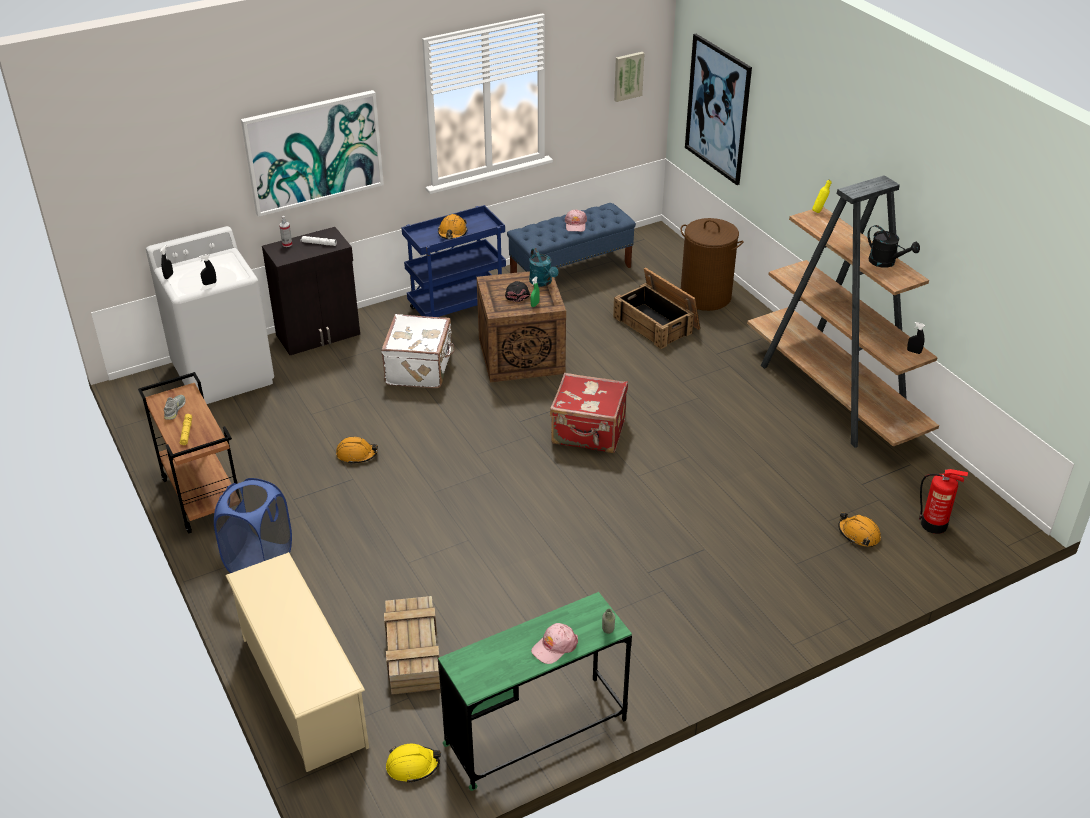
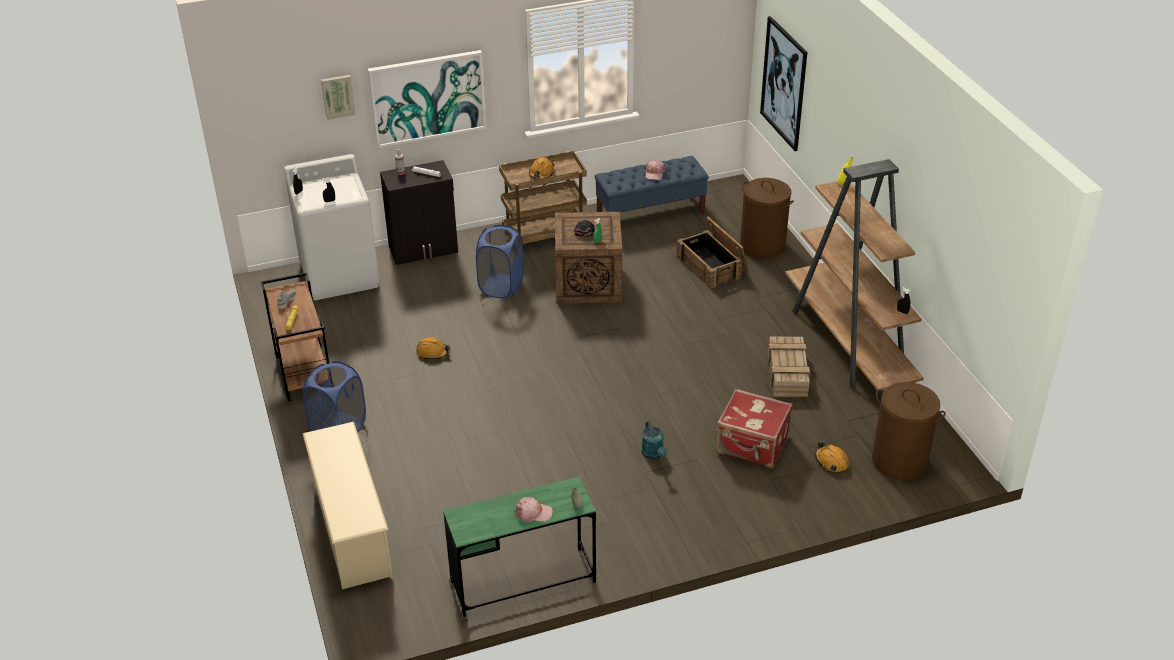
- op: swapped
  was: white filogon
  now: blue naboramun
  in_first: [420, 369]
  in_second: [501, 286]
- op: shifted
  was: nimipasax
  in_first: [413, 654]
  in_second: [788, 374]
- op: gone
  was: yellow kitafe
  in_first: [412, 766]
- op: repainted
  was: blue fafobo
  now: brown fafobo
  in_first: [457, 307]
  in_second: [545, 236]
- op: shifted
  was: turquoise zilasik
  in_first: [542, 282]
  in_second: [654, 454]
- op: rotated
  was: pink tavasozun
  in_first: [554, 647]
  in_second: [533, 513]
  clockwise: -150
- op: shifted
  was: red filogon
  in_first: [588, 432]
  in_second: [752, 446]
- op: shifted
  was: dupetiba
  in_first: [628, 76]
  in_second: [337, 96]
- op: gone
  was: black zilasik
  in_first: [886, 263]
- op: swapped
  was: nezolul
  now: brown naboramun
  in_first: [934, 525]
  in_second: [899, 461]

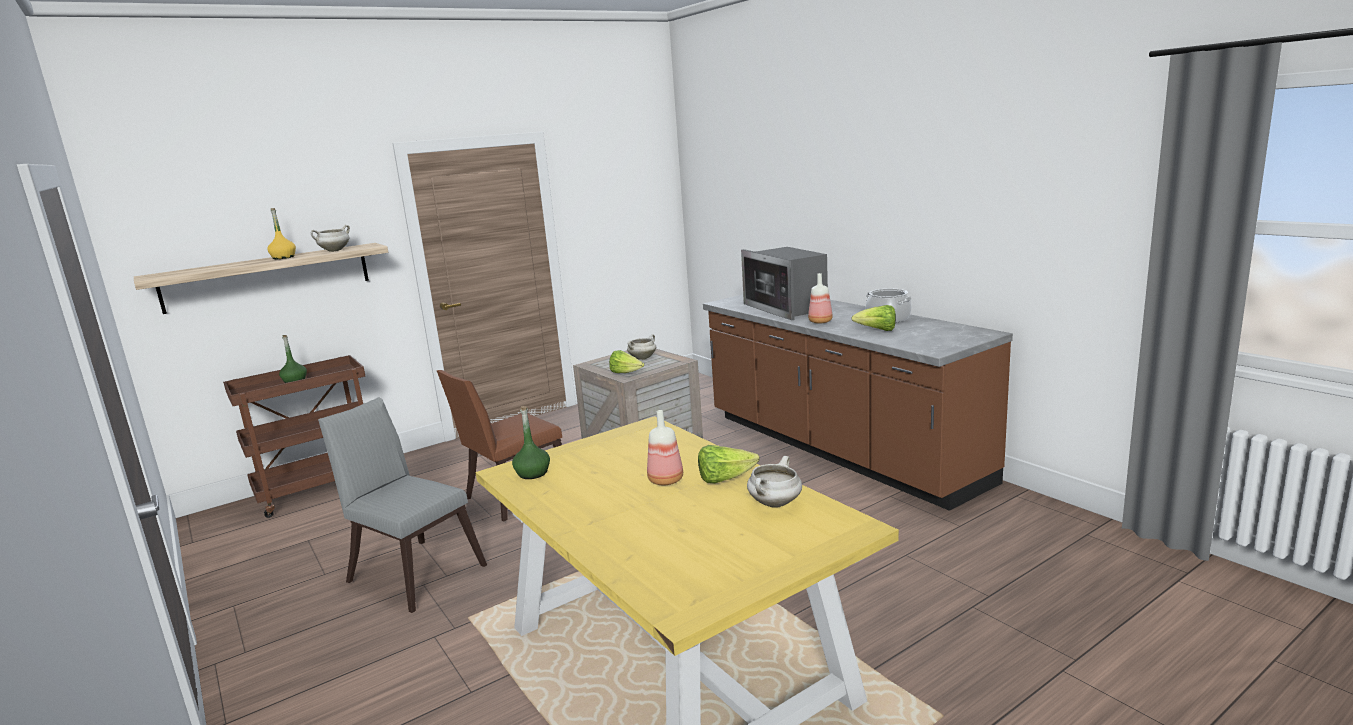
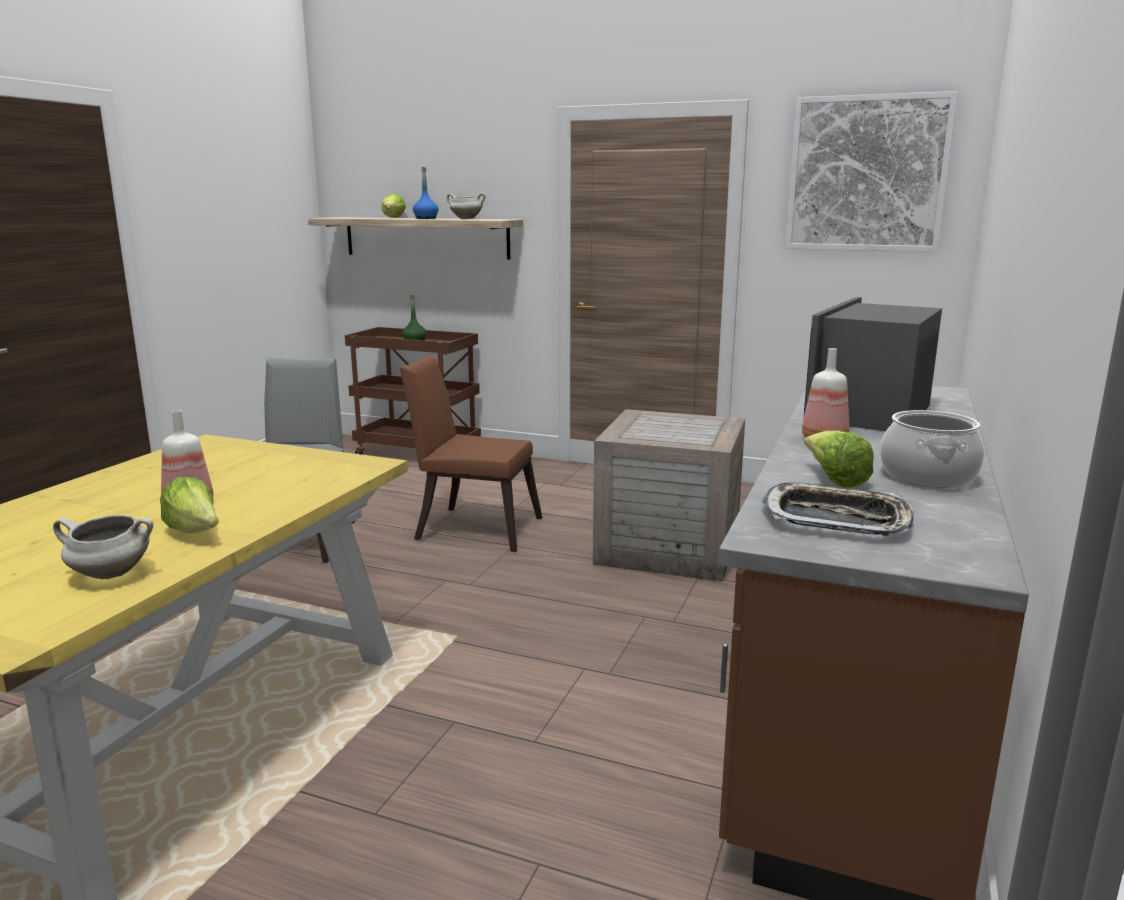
- op: repainted
  was: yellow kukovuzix
  now: blue kukovuzix
  in_first: [283, 257]
  in_second: [426, 218]
- op: gone
  was: green kukovuzix
  in_first: [533, 473]
- op: shifted
  was: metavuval
  in_first: [626, 373]
  in_second: [393, 218]
- op: gone
  was: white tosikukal
  in_first: [642, 358]
- op: new
  now: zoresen
  in_second: [836, 519]
- op: new
  now: dupetiba
  in_second: [867, 174]

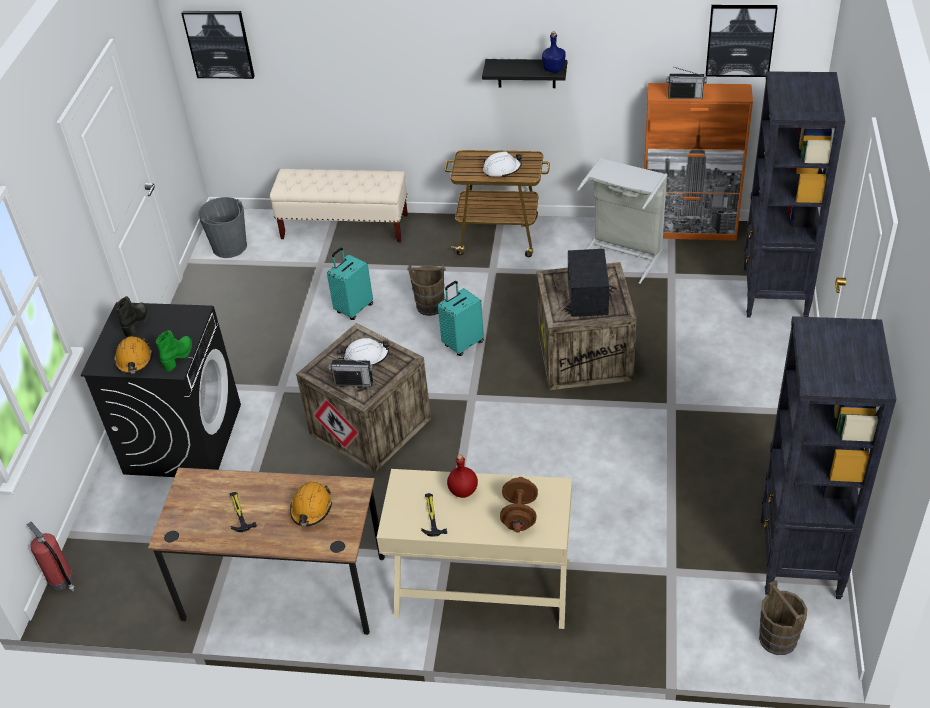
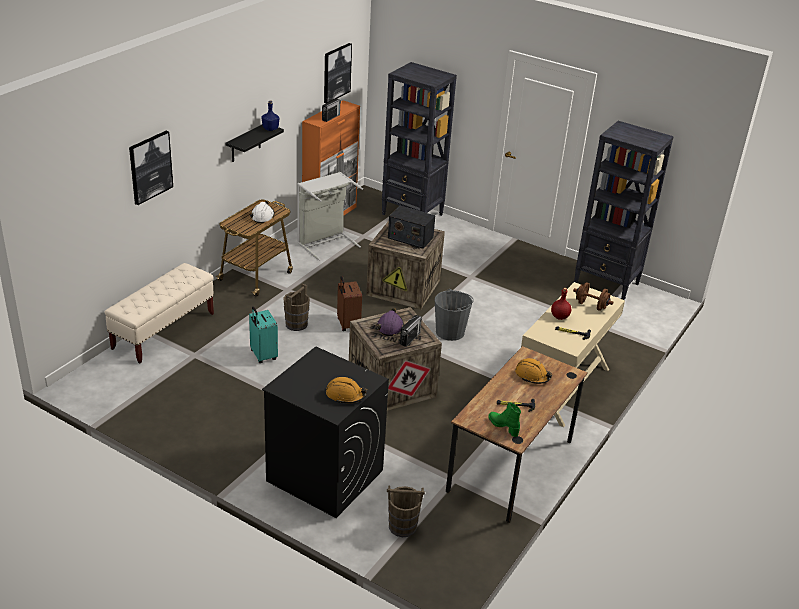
- op: gone
  was: nezolul
  in_first: [61, 580]
- op: gone
  was: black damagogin
  in_first: [136, 323]
- op: shifted
  was: green damagogin
  in_first: [179, 356]
  in_second: [503, 426]
- op: shifted
  was: dupetiba
  in_first: [219, 44]
  in_second: [150, 167]
- op: shifted
  was: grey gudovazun
  in_first: [229, 247]
  in_second: [450, 332]
- op: repainted
  was: white kitafe
  now: purple kitafe
  in_first: [367, 357]
  in_second: [390, 327]
- op: repainted
  was: turquoise filogon
  now: brown filogon
  in_first: [462, 343]
  in_second: [347, 324]
- op: shifted
  was: brown gudovazun
  in_first: [777, 638]
  in_second: [402, 526]

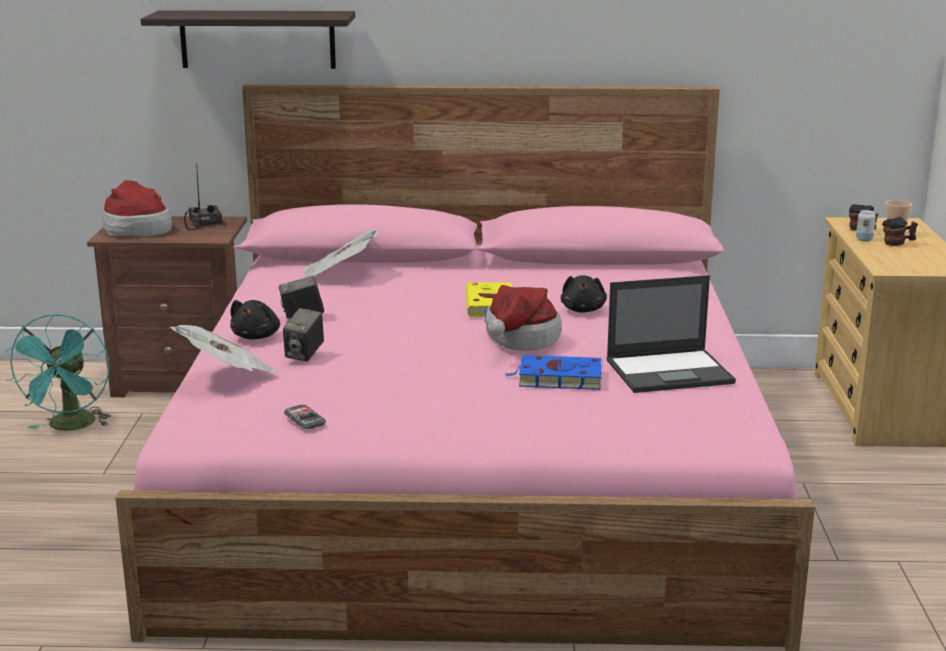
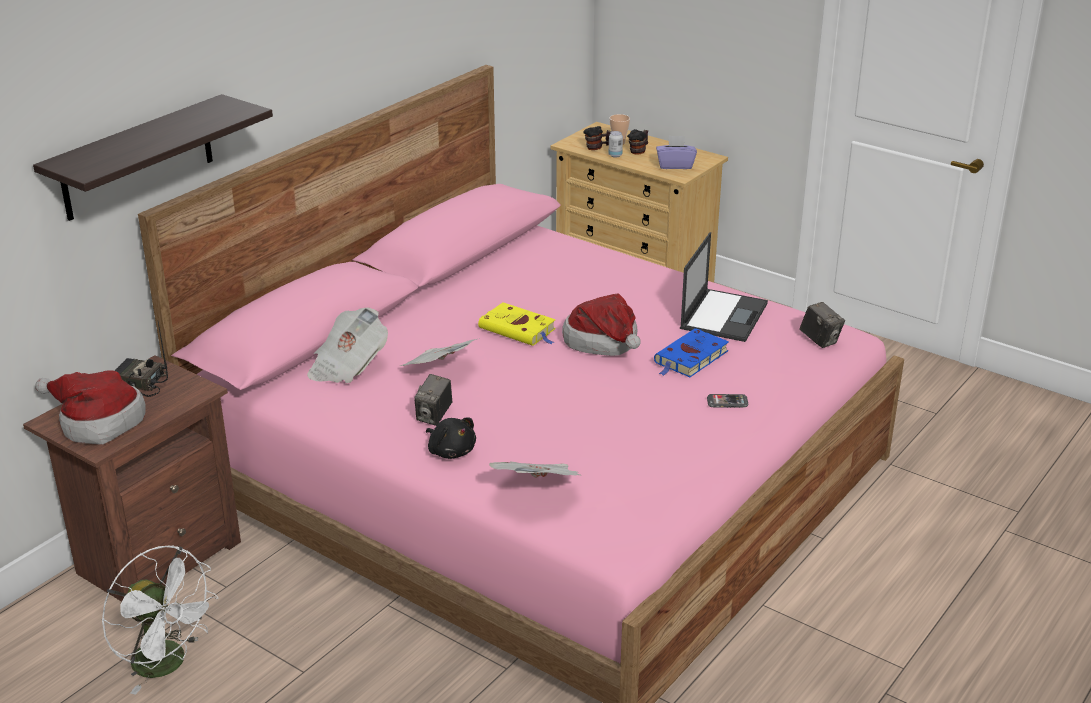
- op: repainted
  was: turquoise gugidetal
  now: white gugidetal
  in_first: [70, 427]
  in_second: [168, 664]
- op: shifted
  was: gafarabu
  in_first: [304, 355]
  in_second: [820, 340]
- op: shifted
  was: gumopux
  in_first: [304, 419]
  in_second: [727, 402]
- op: gone
  was: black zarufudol
  in_first: [583, 310]
- op: new
  now: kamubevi
  in_second: [439, 371]
- op: new
  now: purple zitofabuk
  in_second: [675, 165]

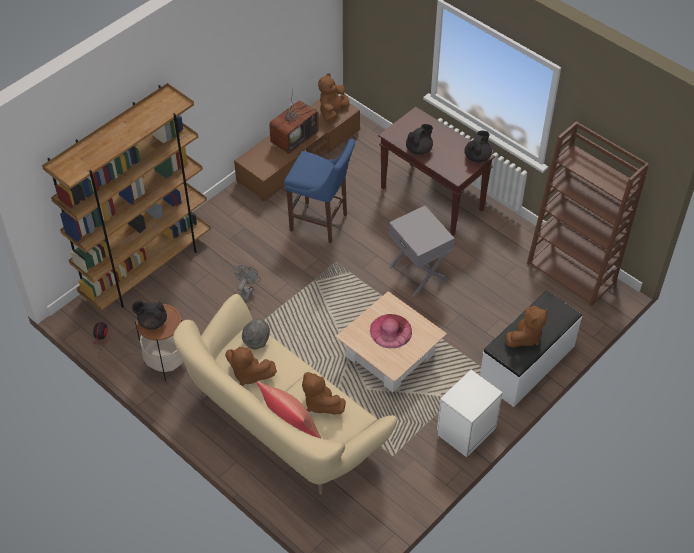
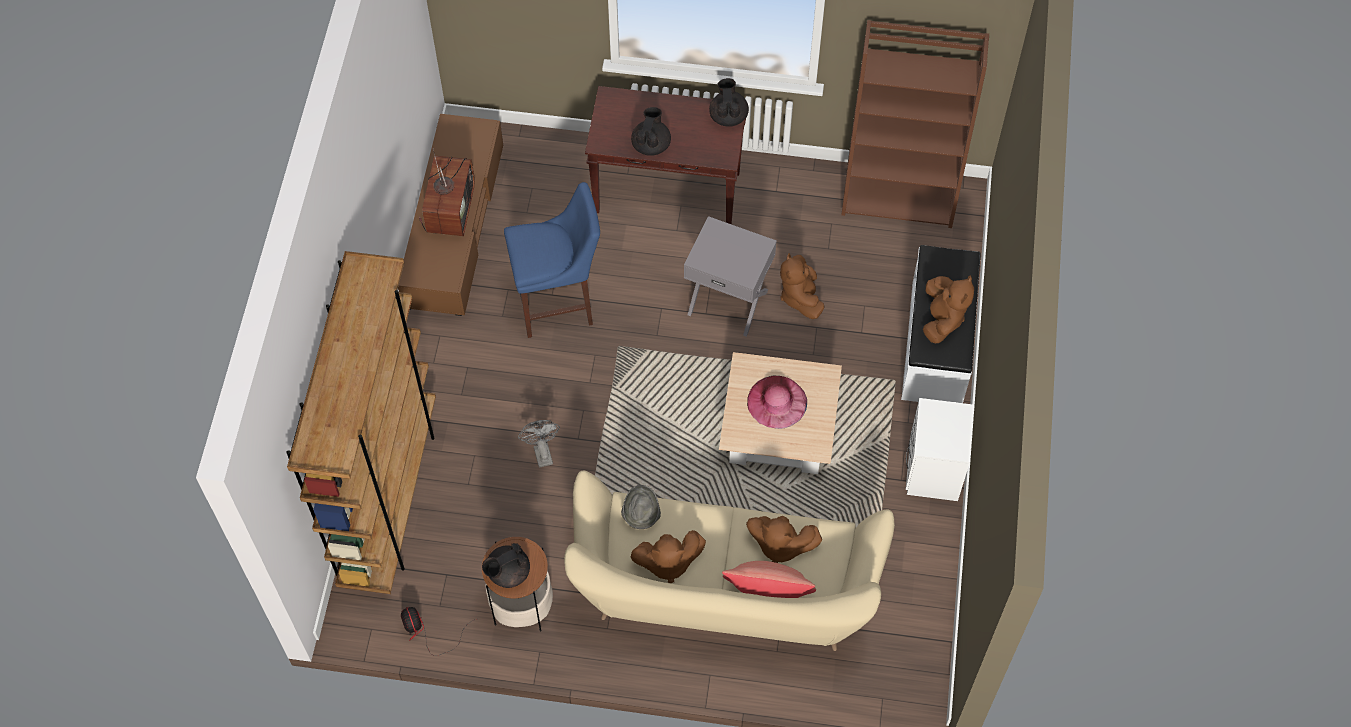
- op: shifted
  was: brown zarufudol
  in_first: [332, 111]
  in_second: [800, 296]

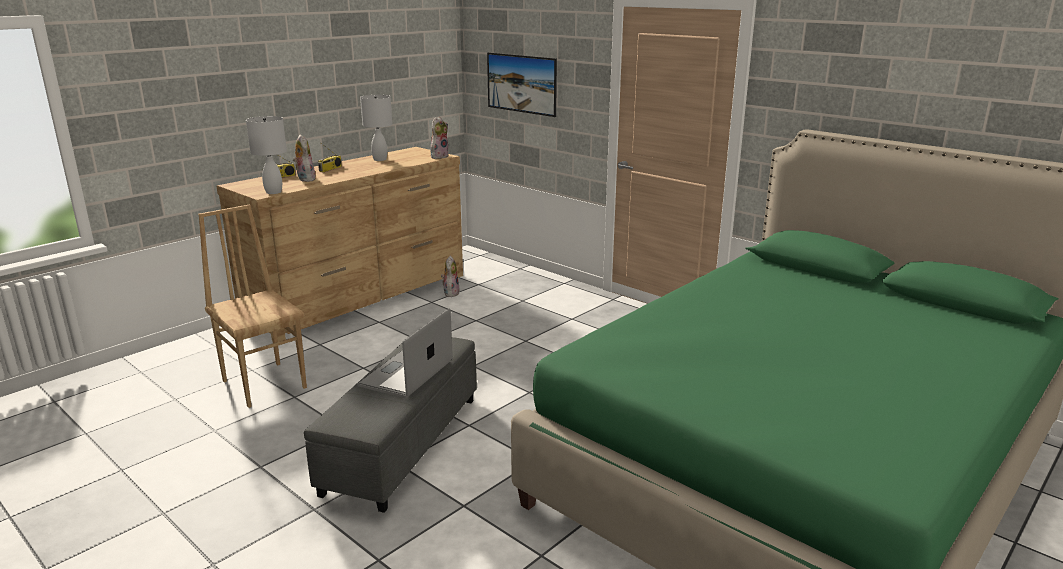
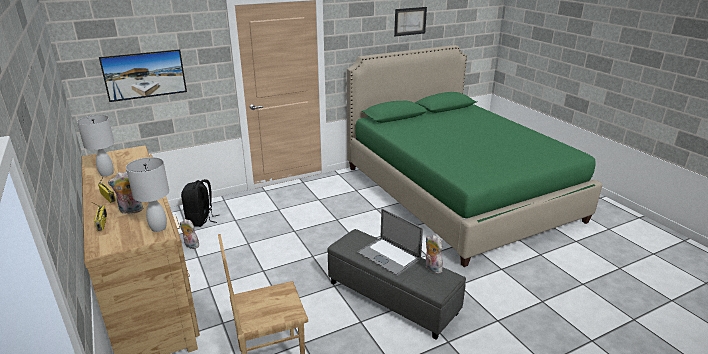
- op: shifted
  was: zarufudol
  in_first: [439, 156]
  in_second: [431, 268]
- op: new
  now: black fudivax
  in_second: [201, 220]
- op: new
  now: dupetiba
  in_second: [410, 21]

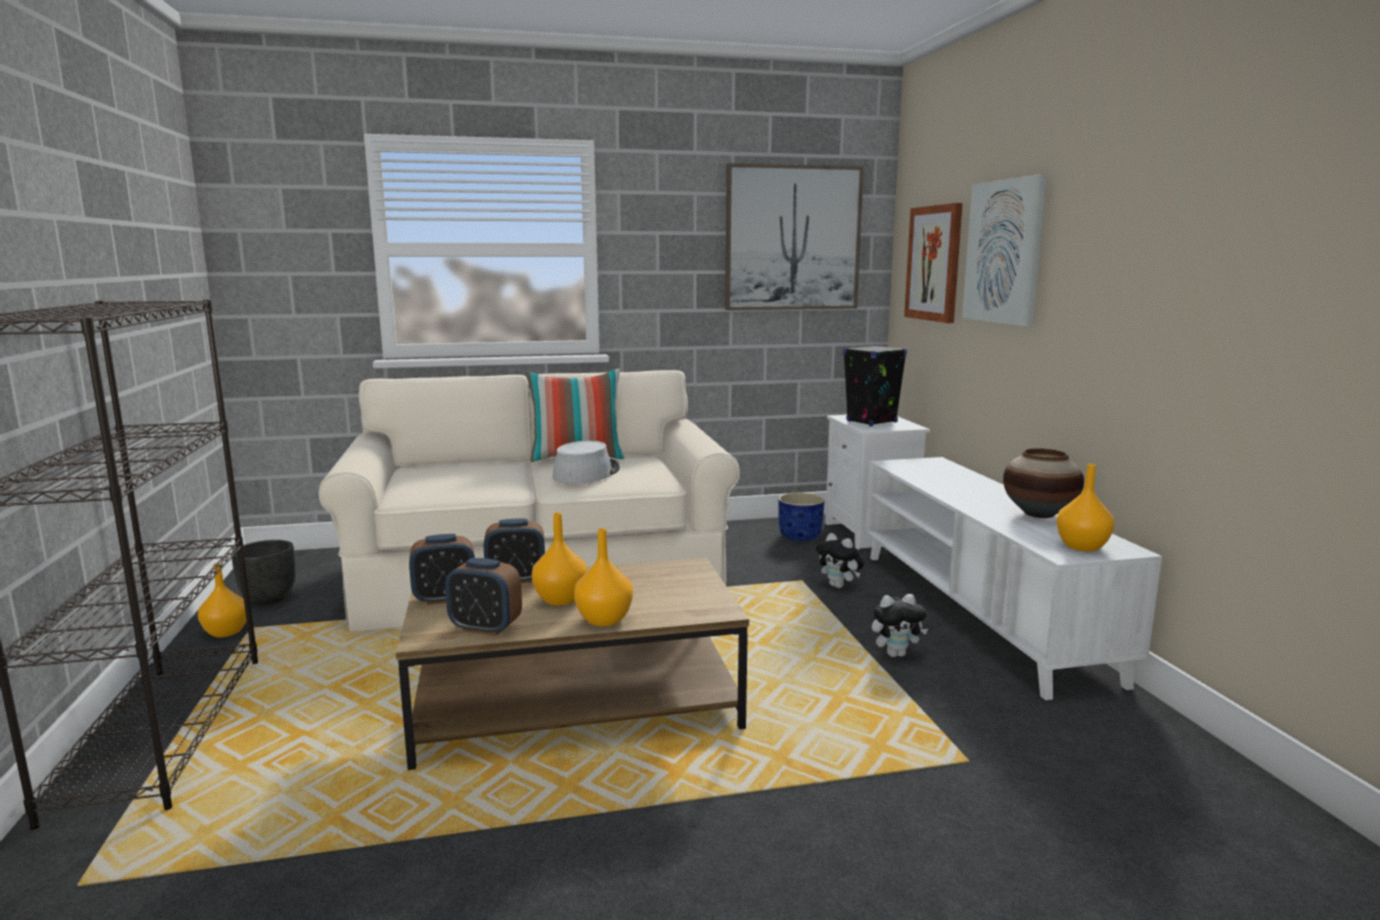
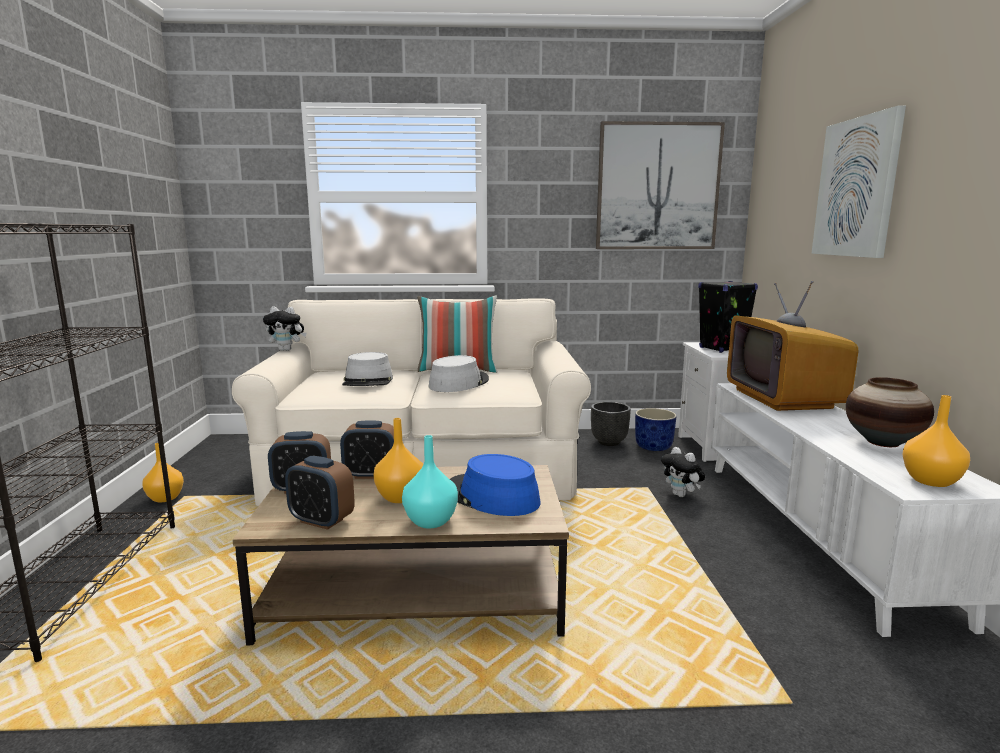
- op: shifted
  was: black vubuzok
  in_first: [269, 599]
  in_second: [609, 442]
- op: repainted
  was: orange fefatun
  now: turquoise fefatun
  in_first: [603, 620]
  in_second: [429, 521]
- op: shifted
  was: zarufudol
  in_first: [896, 654]
  in_second: [287, 350]
- op: gone
  was: dupetiba
  in_first: [934, 263]
- op: new
  now: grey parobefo
  in_second: [368, 381]
- op: new
  now: blue parobefo
  in_second: [492, 496]
- op: new
  now: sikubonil
  in_second: [783, 398]

